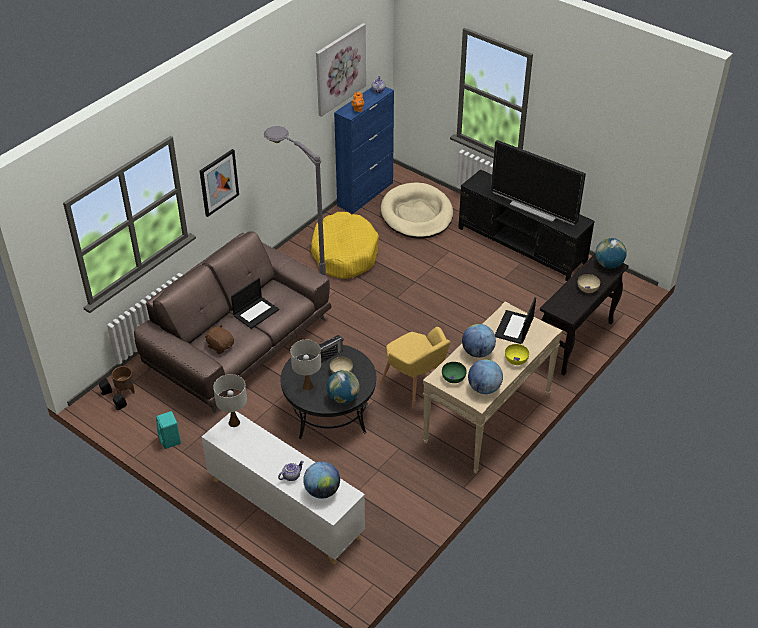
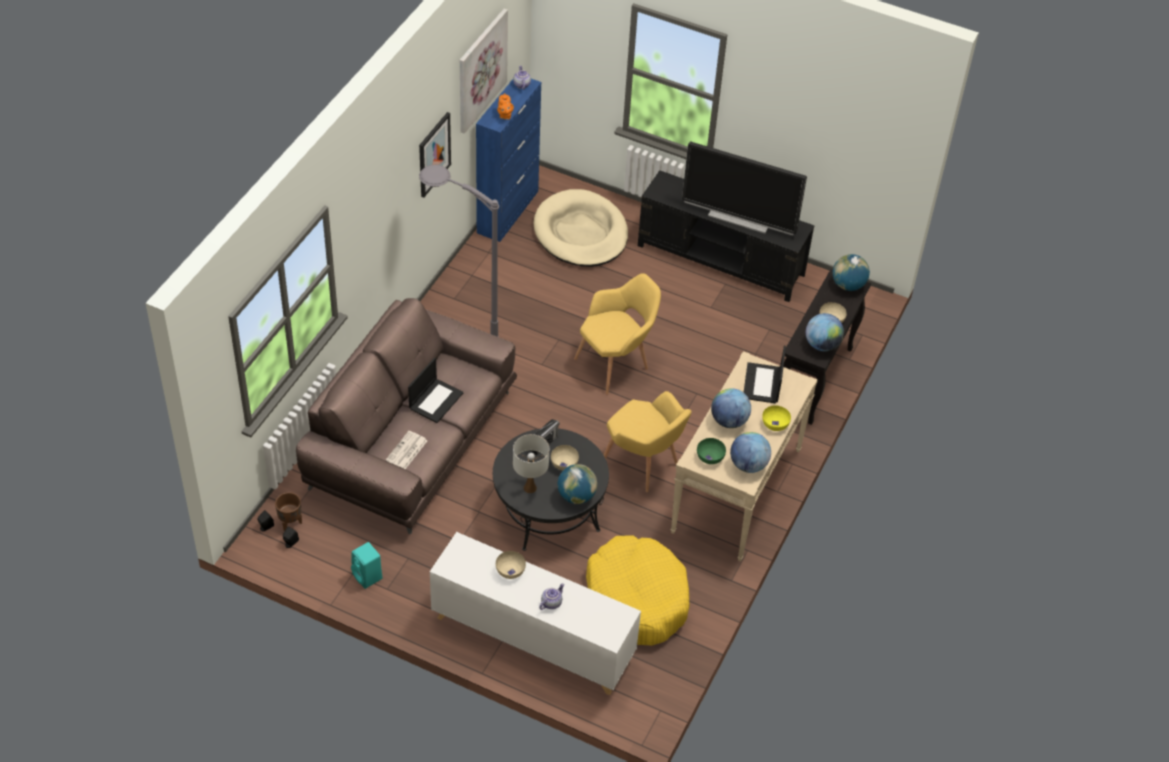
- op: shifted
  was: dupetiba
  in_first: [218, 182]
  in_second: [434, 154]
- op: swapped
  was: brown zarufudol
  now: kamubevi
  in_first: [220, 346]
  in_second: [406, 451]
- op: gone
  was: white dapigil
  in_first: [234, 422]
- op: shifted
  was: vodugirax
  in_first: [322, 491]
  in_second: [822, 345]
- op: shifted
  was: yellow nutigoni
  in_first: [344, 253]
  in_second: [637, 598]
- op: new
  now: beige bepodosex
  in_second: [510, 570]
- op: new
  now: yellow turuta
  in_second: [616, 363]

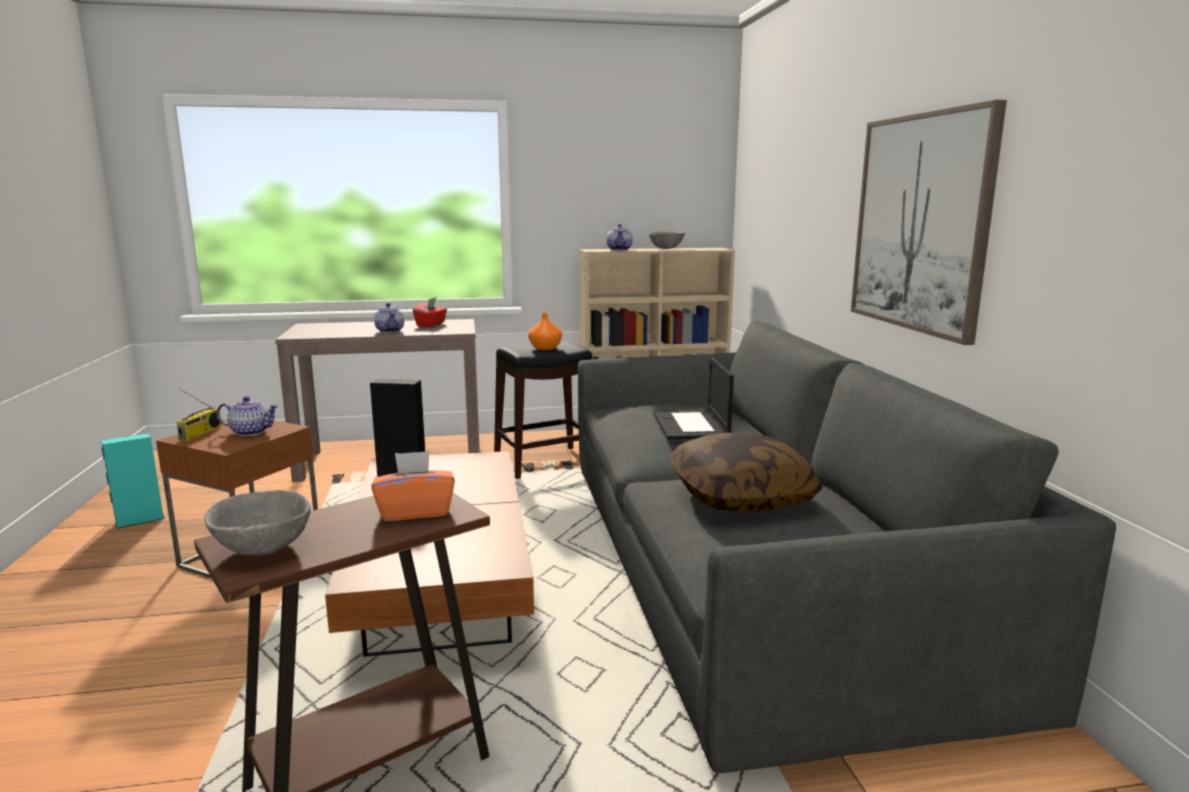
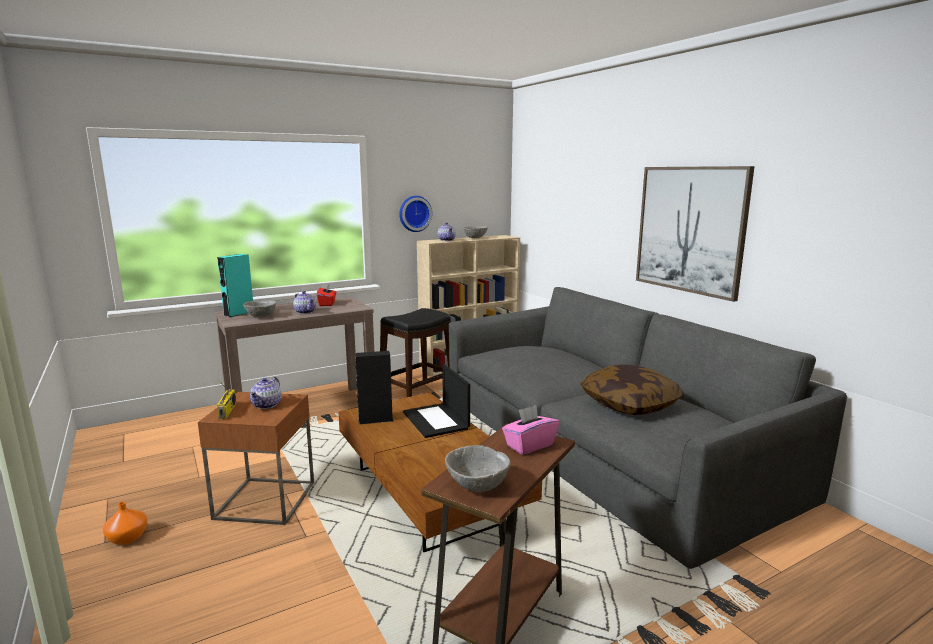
- op: shifted
  was: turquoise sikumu
  in_first: [140, 520]
  in_second: [239, 313]
- op: rotated
  was: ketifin
  in_first: [250, 432]
  in_second: [267, 405]
  clockwise: 120
- op: repainted
  was: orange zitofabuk
  now: pink zitofabuk
  in_first: [415, 511]
  in_second: [529, 445]
- op: shifted
  was: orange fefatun
  in_first: [545, 348]
  in_second: [127, 539]
- op: shifted
  was: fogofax
  in_first: [691, 426]
  in_second: [436, 420]
- op: new
  now: grey bepodosex
  in_second: [261, 316]
- op: new
  now: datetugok
  in_second: [414, 213]

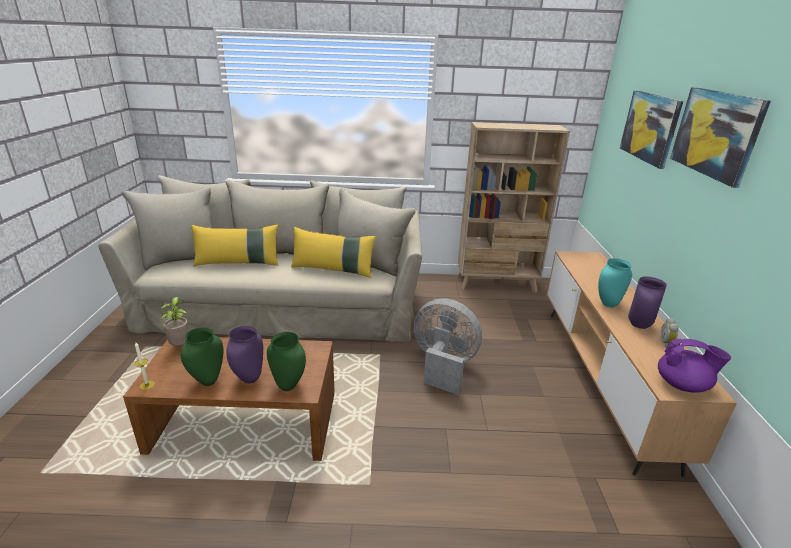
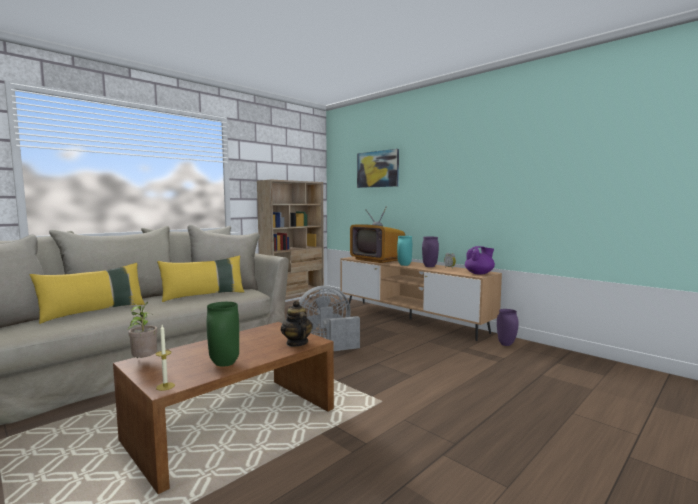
- op: shifted
  was: purple fefatun
  in_first: [249, 379]
  in_second: [506, 344]
- op: swapped
  was: green fefatun
  now: ketifin
  in_first: [288, 386]
  in_second: [296, 343]
- op: gone
  was: dupetiba
  in_first: [716, 134]
- op: new
  now: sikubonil
  in_second: [377, 260]

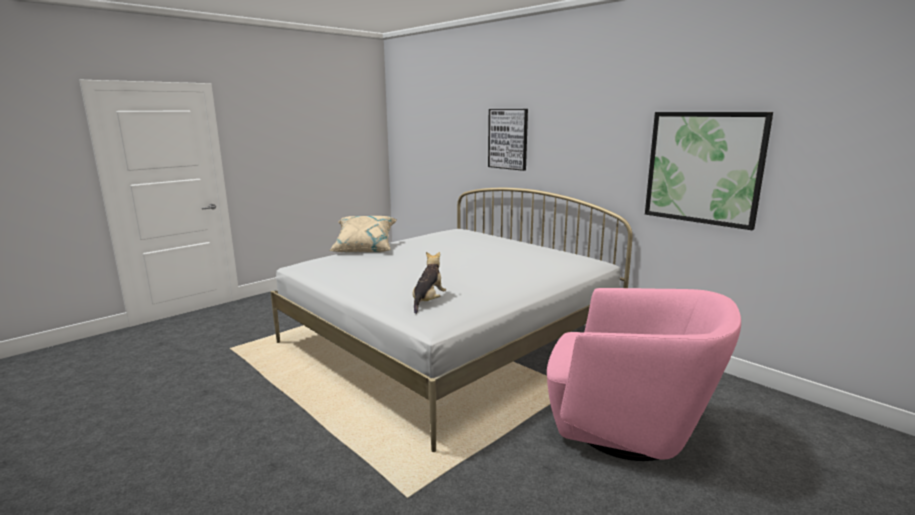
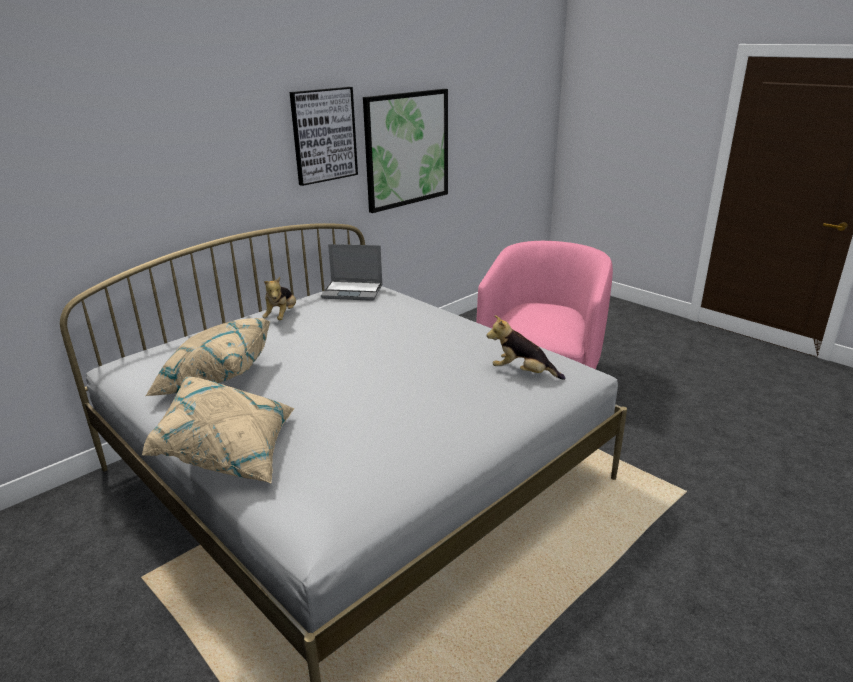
- op: shifted
  was: dupetiba
  in_first: [508, 139]
  in_second: [324, 135]
- op: new
  now: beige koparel
  in_second: [214, 377]
- op: new
  now: zarufudol
  in_second: [282, 316]
- op: new
  now: fogofax
  in_second: [353, 292]

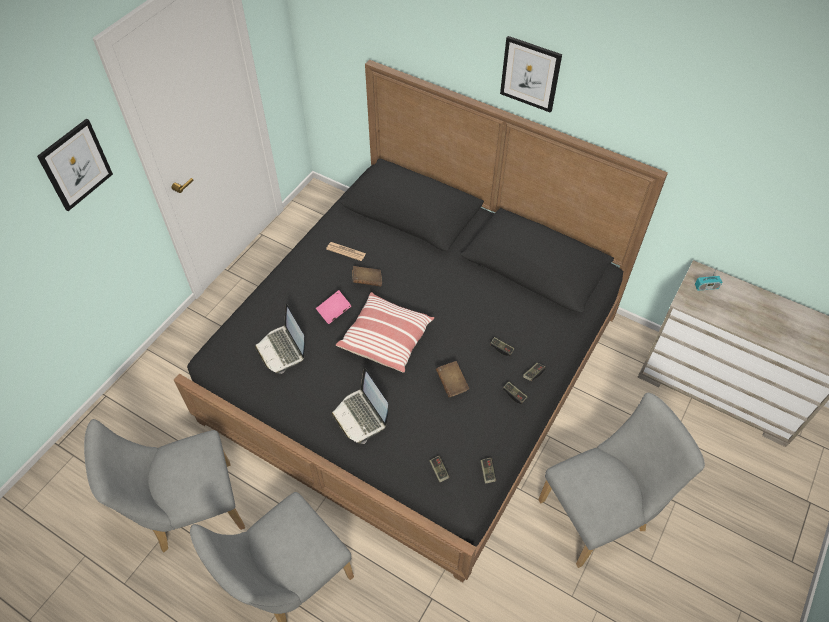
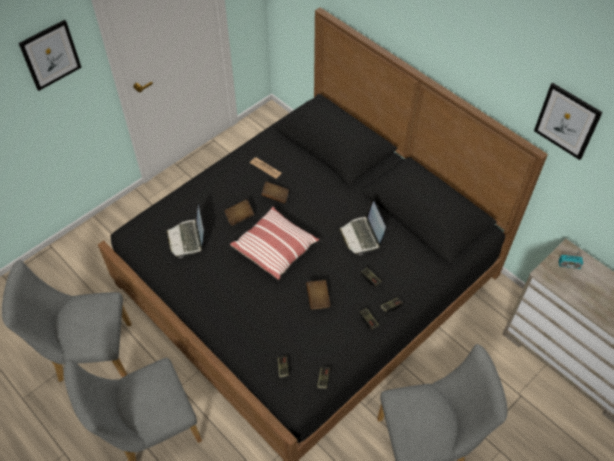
- op: repainted
  was: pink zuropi
  now: brown zuropi
  in_first: [334, 312]
  in_second: [239, 216]
- op: shifted
  was: fogofax
  in_first: [361, 416]
  in_second: [362, 236]
- op: shifted
  was: dupetiba
  in_first: [530, 74]
  in_second: [567, 121]

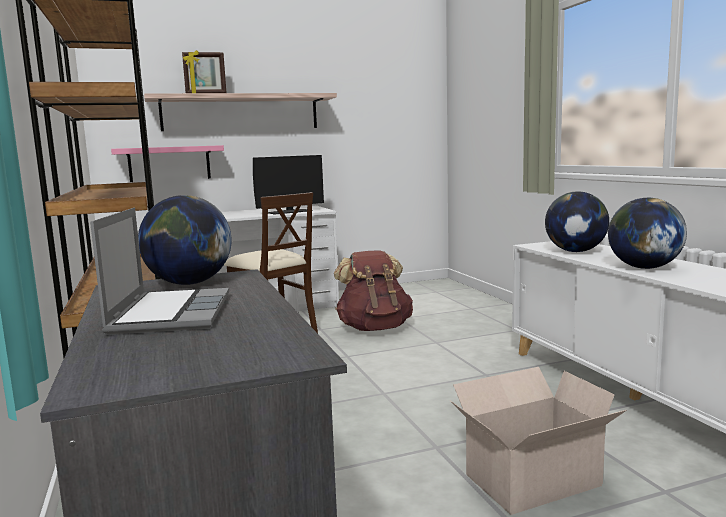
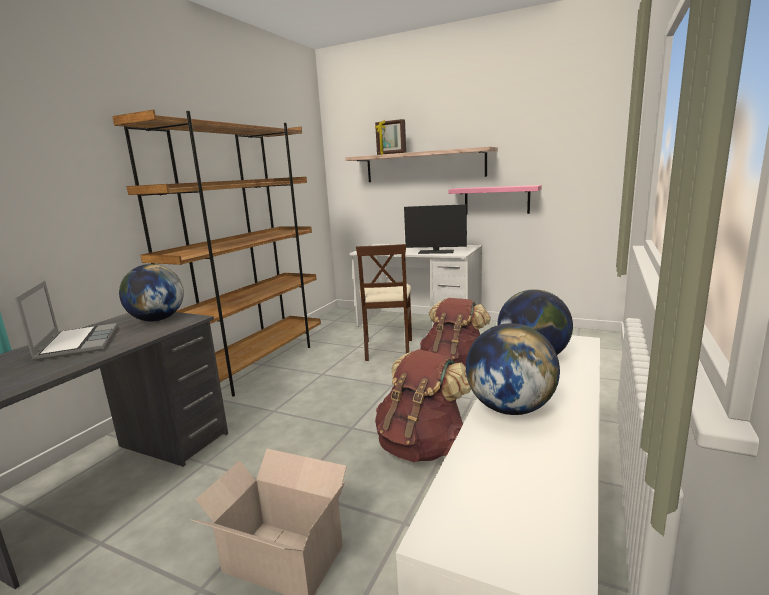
- op: rotated
  was: fogofax
  in_first: [170, 313]
  in_second: [77, 343]
  clockwise: -60
- op: shifted
  was: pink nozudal
  in_first: [169, 164]
  in_second: [496, 200]
- op: new
  now: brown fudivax
  in_second: [422, 446]

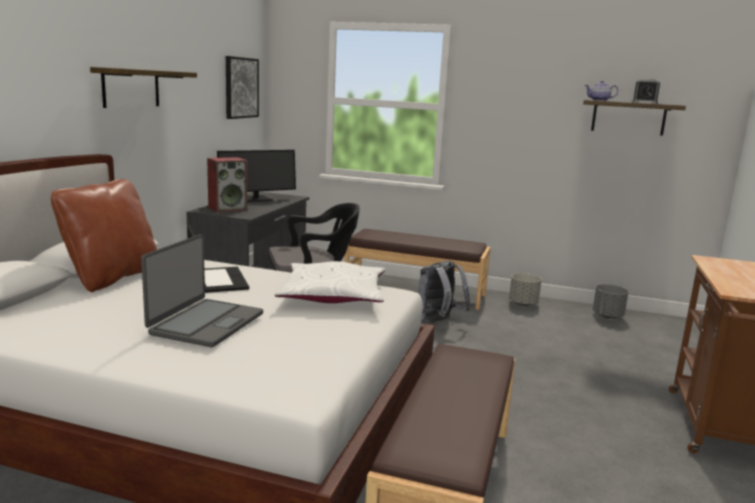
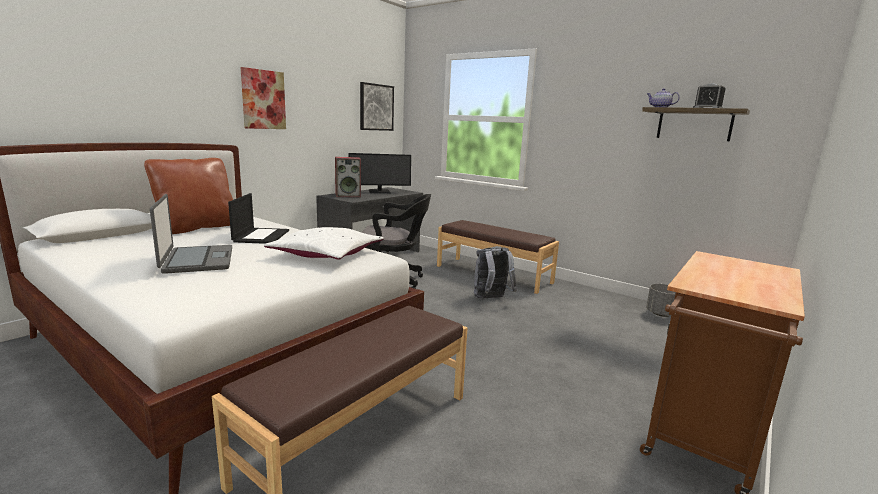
- op: swapped
  was: nozudal
  now: dupetiba
  in_first: [131, 88]
  in_second: [263, 99]
- op: rotated
  was: fogofax
  in_first: [206, 323]
  in_second: [197, 260]
  clockwise: -60
- op: gone
  was: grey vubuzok
  in_first: [523, 303]

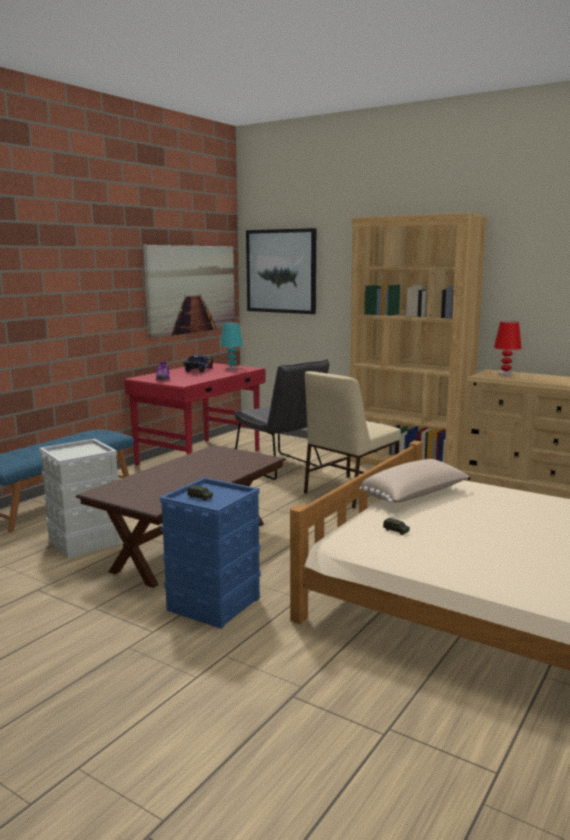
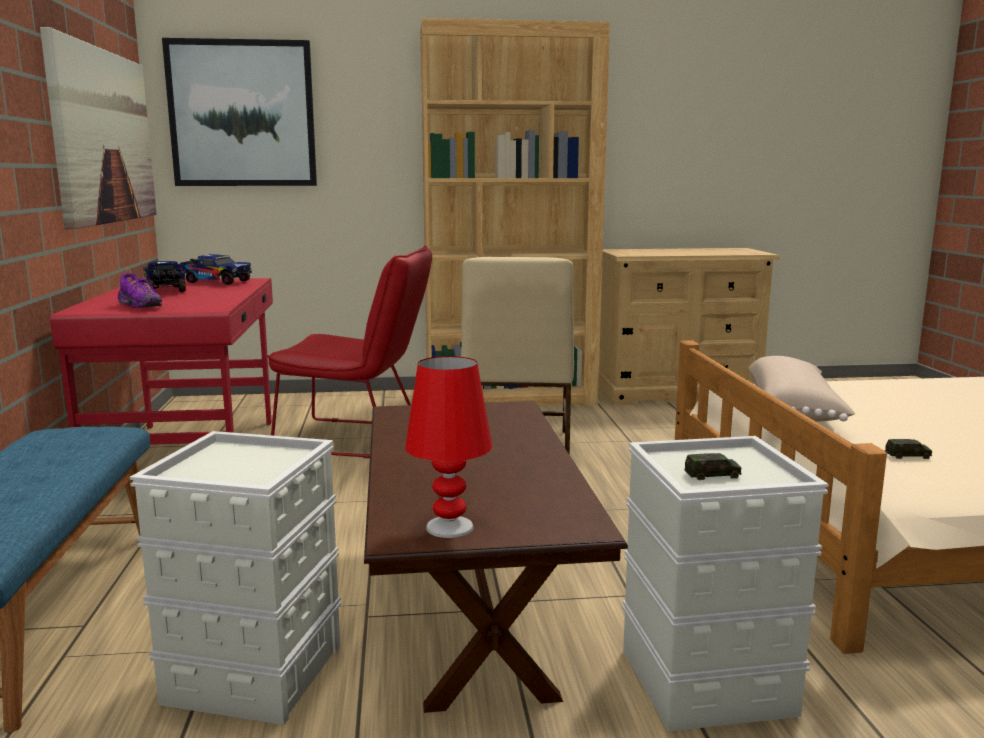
- op: repainted
  was: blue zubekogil
  now: grey zubekogil
  in_first: [213, 603]
  in_second: [703, 680]
- op: swapped
  was: turquoise dapigil
  now: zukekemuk
  in_first: [232, 368]
  in_second: [215, 282]
- op: repainted
  was: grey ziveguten
  now: red ziveguten
  in_first: [281, 467]
  in_second: [358, 439]
- op: shifted
  was: red dapigil
  in_first: [505, 374]
  in_second: [449, 527]

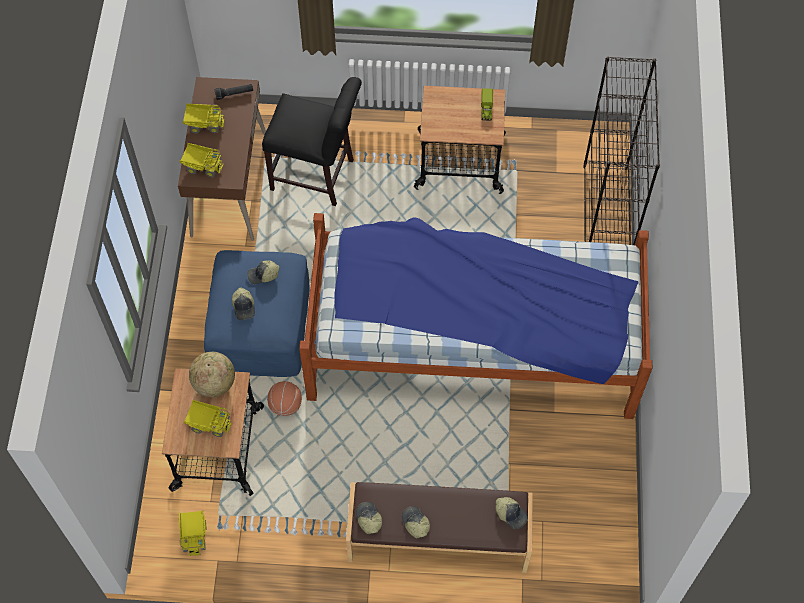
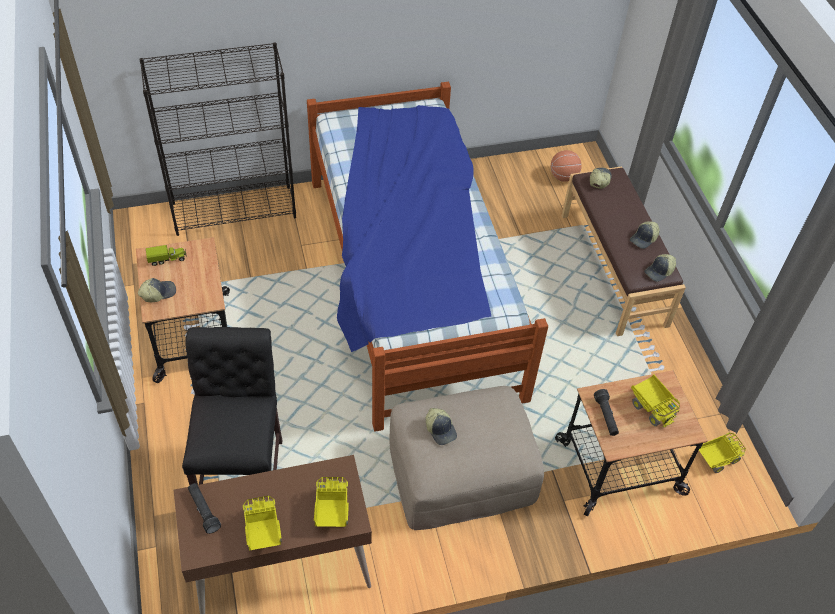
- op: rotated
  was: zukekemuk
  in_first: [209, 423]
  in_second: [652, 407]
  clockwise: 150
- op: swapped
  was: vodugirax
  now: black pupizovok
  in_first: [214, 383]
  in_second: [606, 416]
- op: repainted
  was: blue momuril
  now: beige momuril
  in_first: [260, 325]
  in_second: [461, 471]
- op: shifted
  was: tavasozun
  in_first: [244, 307]
  in_second: [158, 293]
- op: shifted
  was: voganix
  in_first: [285, 405]
  in_second: [563, 176]

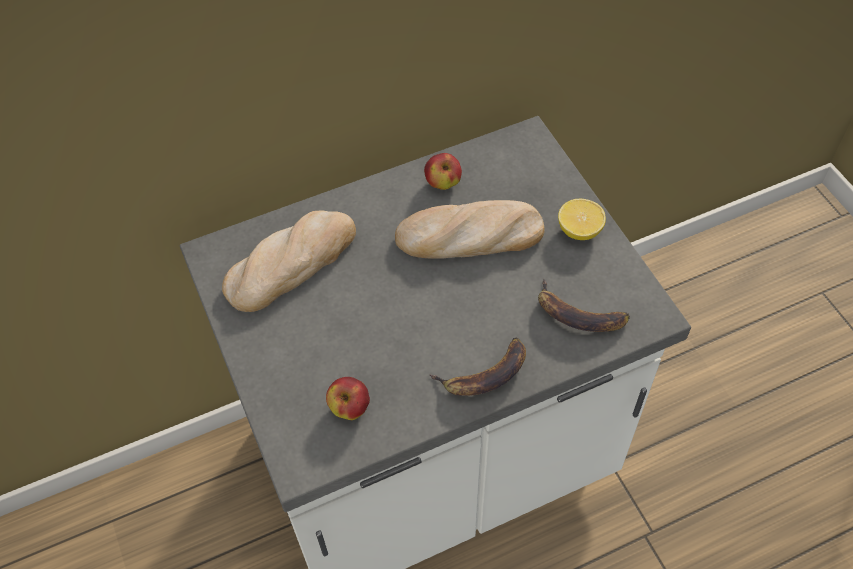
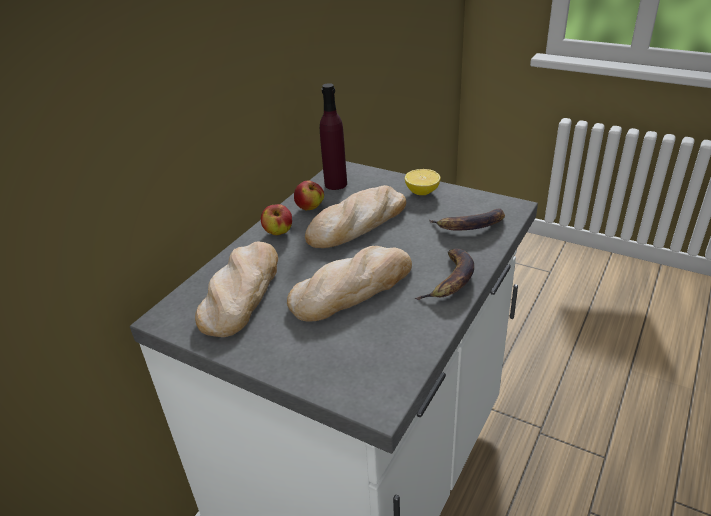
- op: shifted
  was: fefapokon
  in_first: [349, 408]
  in_second: [278, 232]
- op: new
  now: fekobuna
  in_second: [352, 287]
- op: new
  now: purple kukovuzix
  in_second: [335, 184]

